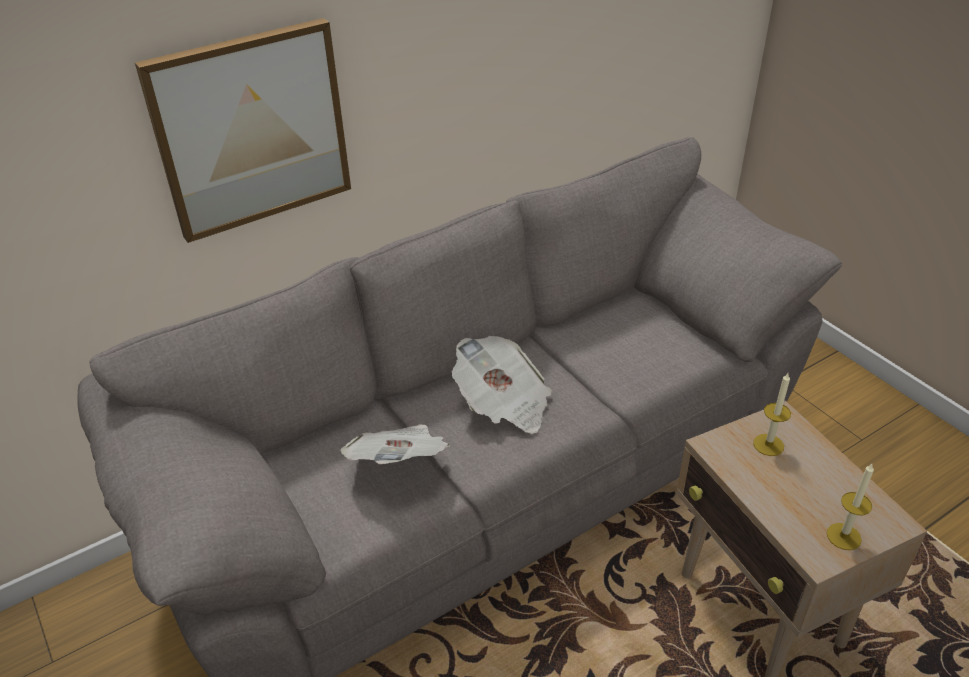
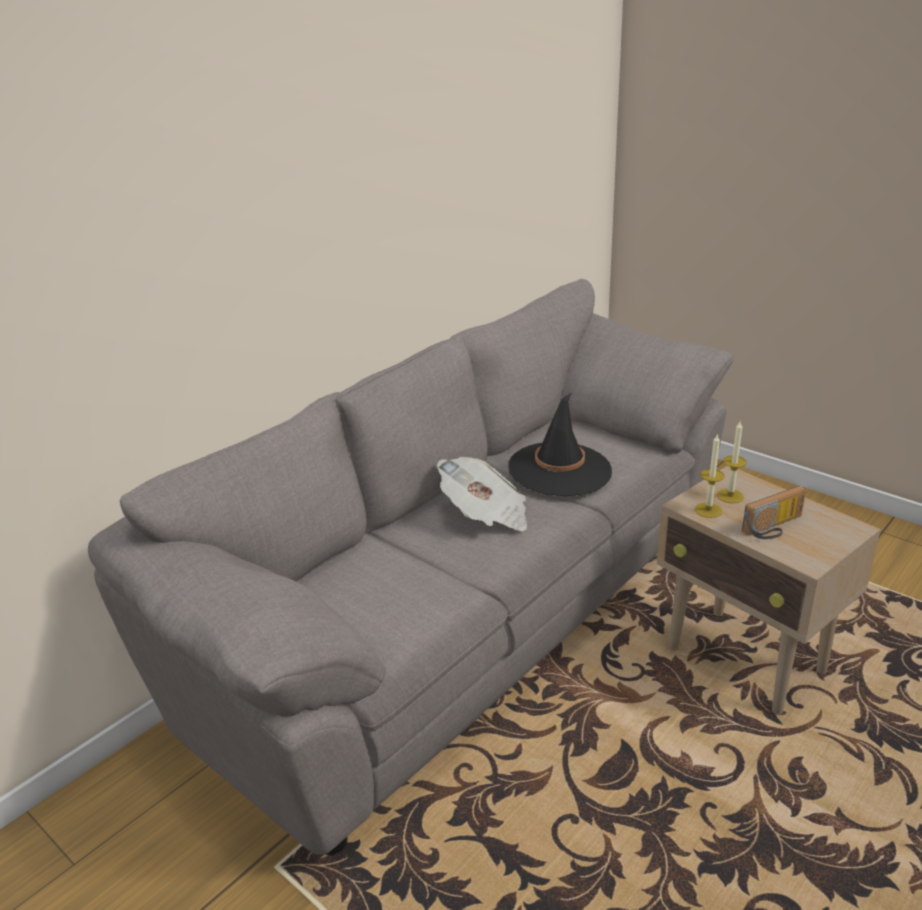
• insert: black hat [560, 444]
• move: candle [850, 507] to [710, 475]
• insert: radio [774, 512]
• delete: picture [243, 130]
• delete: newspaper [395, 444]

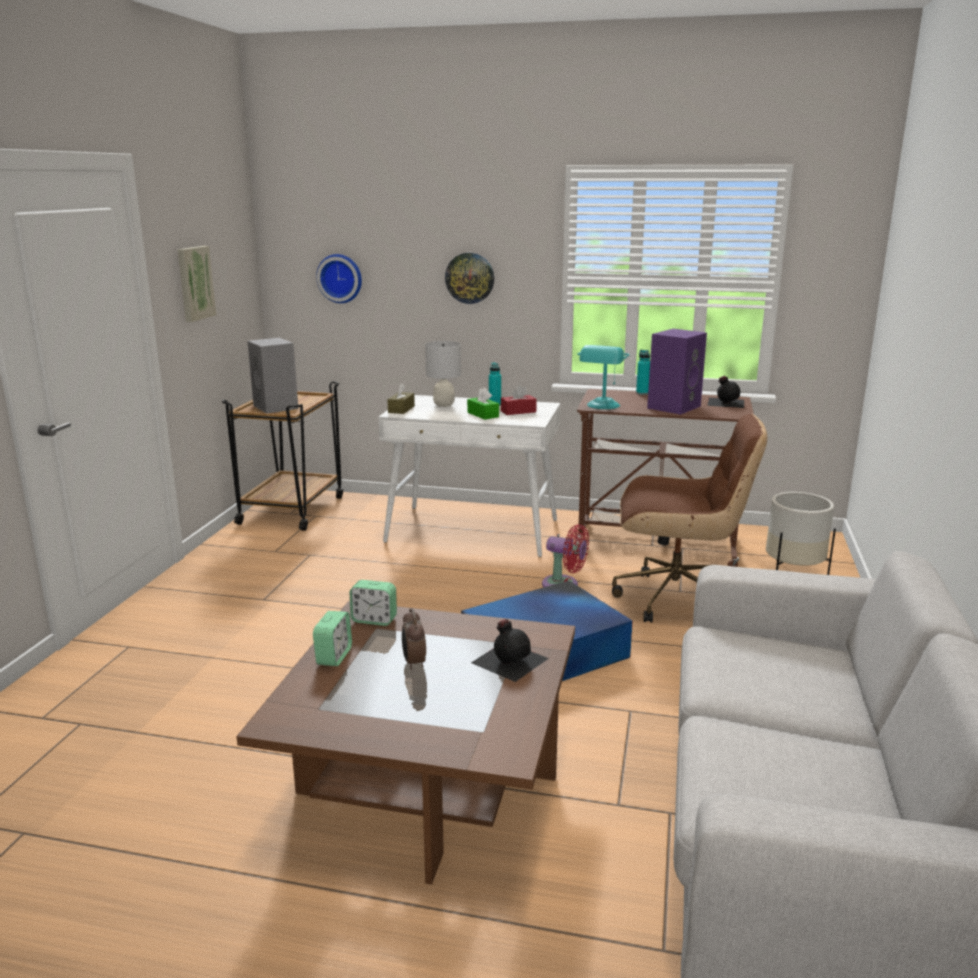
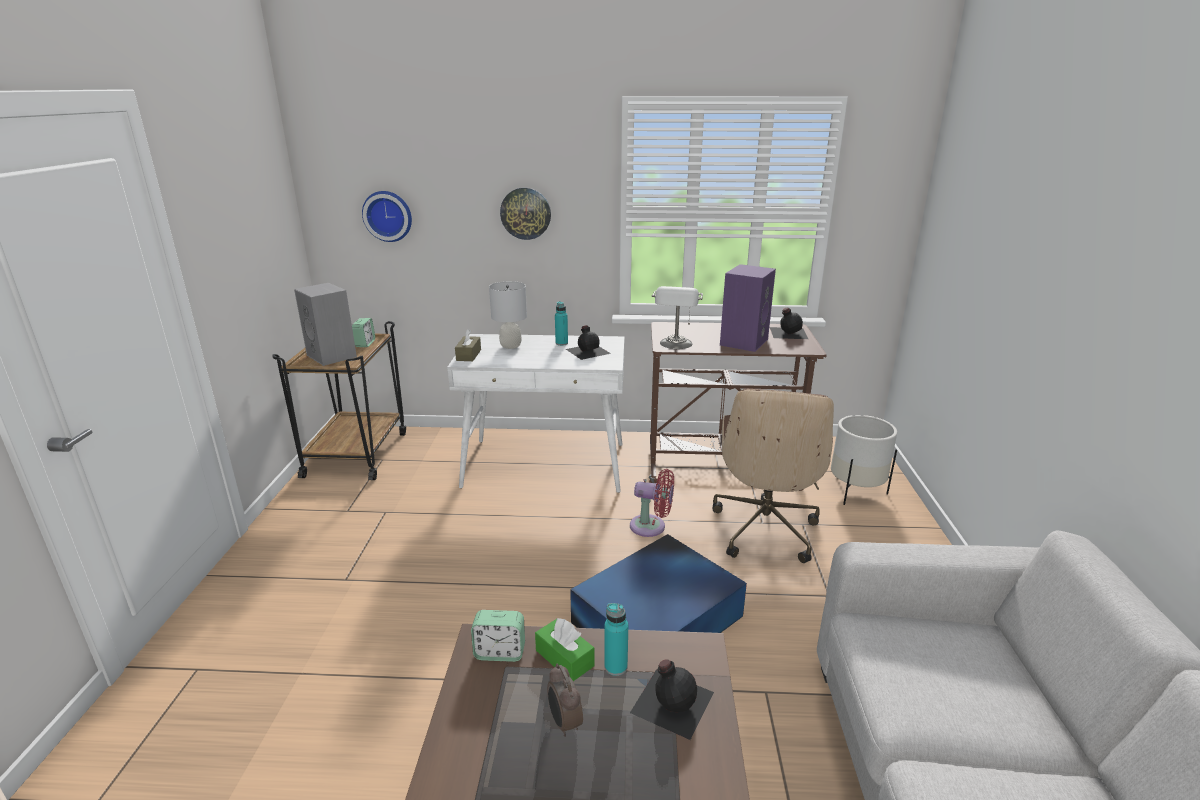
• move: alarm clock [332, 638] to [363, 332]
• move: green tissue box [483, 404] to [564, 649]
• replace: red tissue box [519, 400] to black bottle [588, 342]
• move: turquoise bottle [643, 372] to [616, 639]
• recolor: turquoise table lamp [603, 377] to white table lamp [677, 317]
• rotate: brown office chair [689, 518] = [773, 475] 105 degrees clockwise
• delete: picture [196, 284]

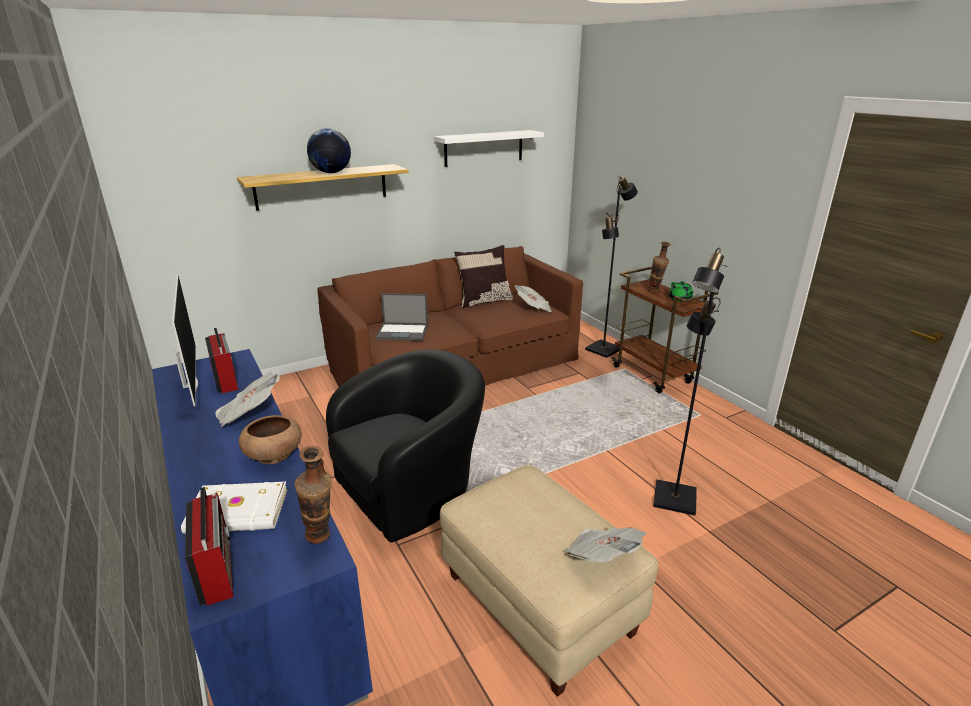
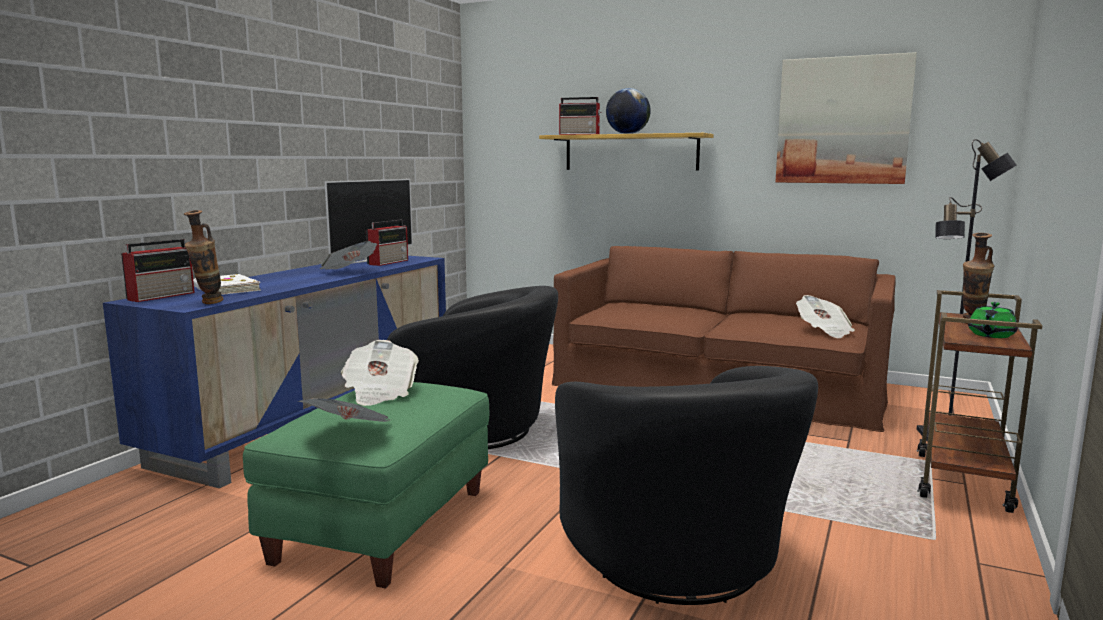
• recolor: beige ottoman [549, 581] to green ottoman [366, 485]
• insert: newspaper [380, 373]
• replace: black floor lamp [690, 381] to black armchair [686, 485]
• insert: radio [580, 116]
• replace: white shelf [489, 148] to picture [846, 118]
• delete: brown bowl [270, 439]
• delete: laptop [401, 317]
• delete: pillow [483, 276]

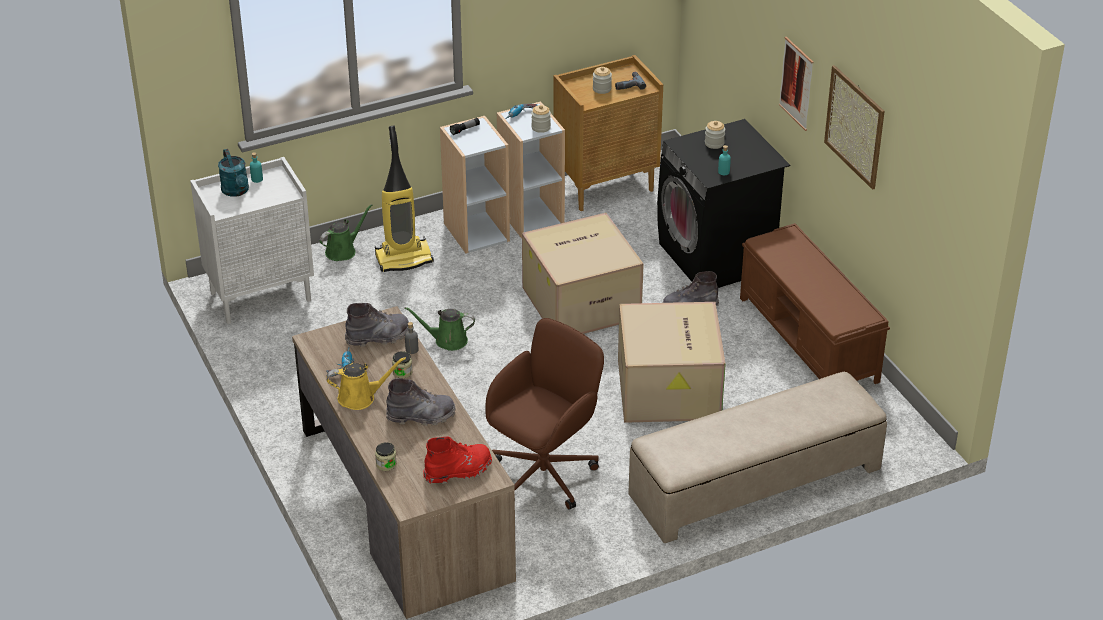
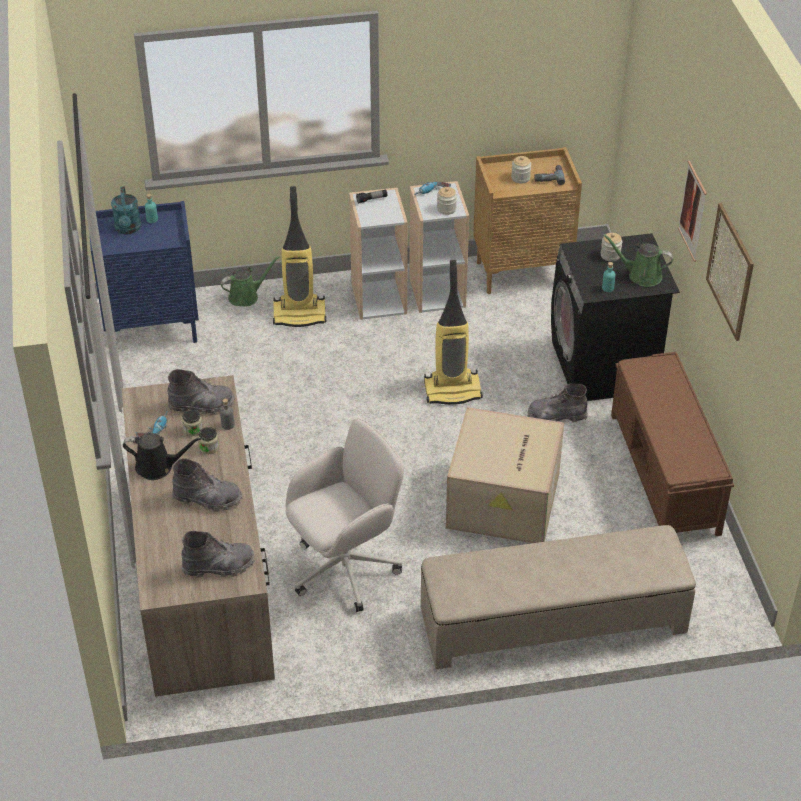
• recolor: white cabinet [252, 240] to blue cabinet [144, 272]
• recolor: yellow watering can [366, 383] to black watering can [162, 456]
• recolor: red boot [457, 460] to grey boot [218, 554]
• move: jar [386, 456] to [192, 423]
• recolor: brown office chair [545, 414] to white office chair [345, 515]
• replace: cardboard box [583, 273] to vacuum cleaner [453, 332]
• move: green watering can [439, 329] to [638, 260]

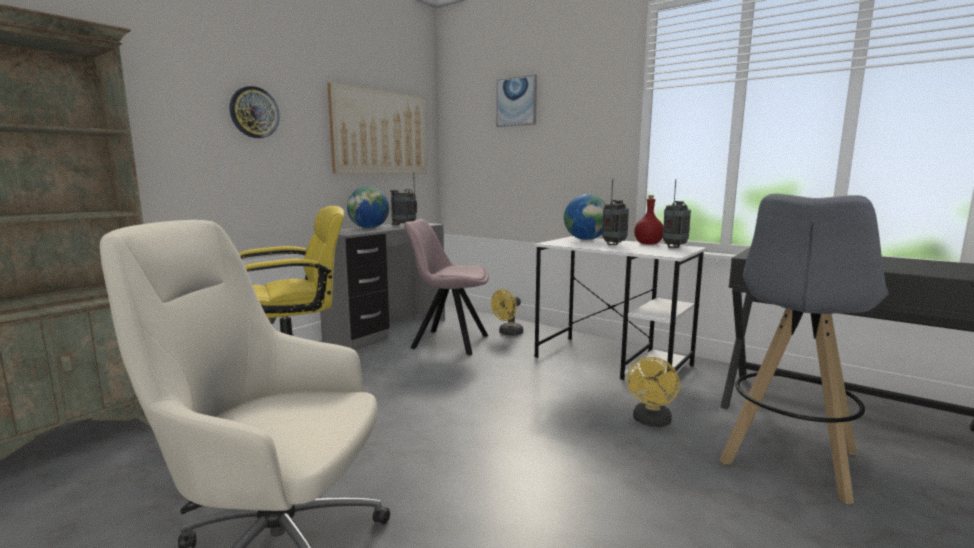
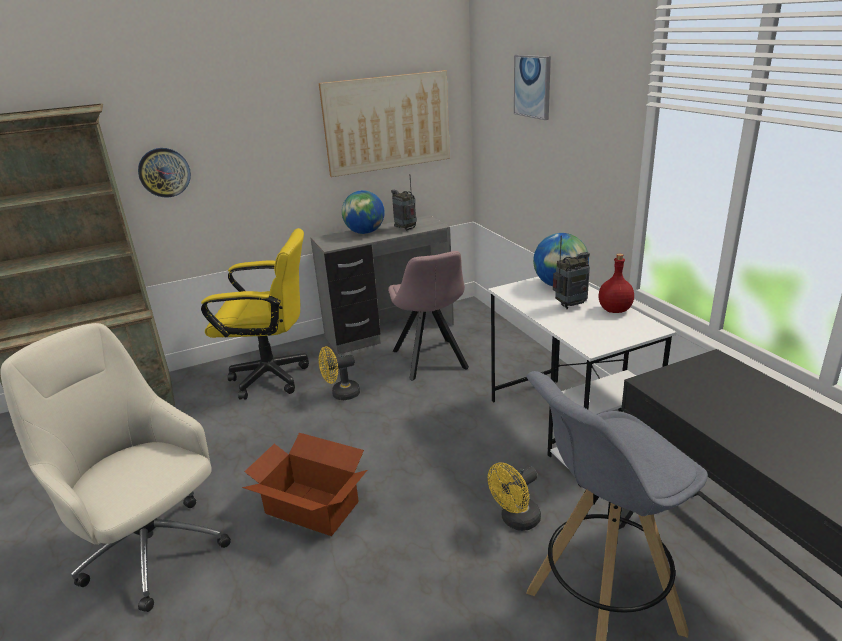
• move: wall clock [255, 112] to [164, 173]
• insert: cardboard box [304, 484]
• move: yellow fan [507, 312] to [339, 373]
• rotate: pink chair [446, 287] = [428, 316] 150 degrees counterclockwise
• delete: radio [677, 213]

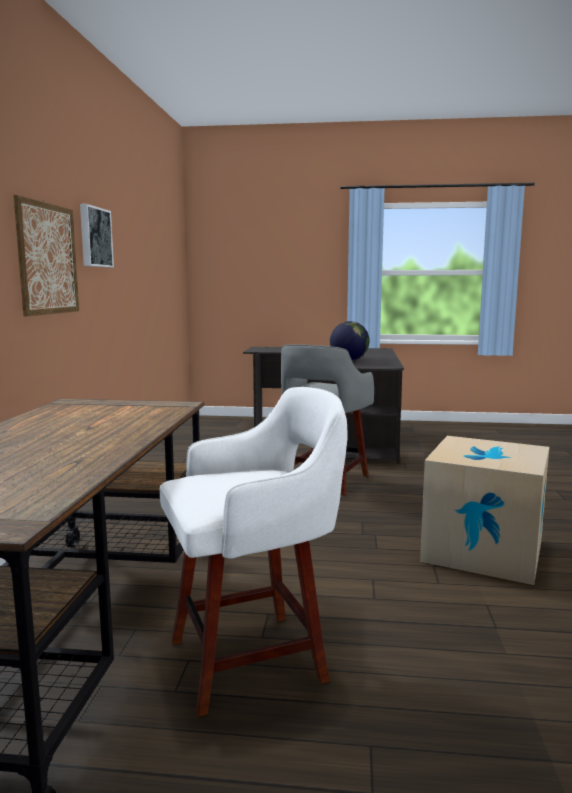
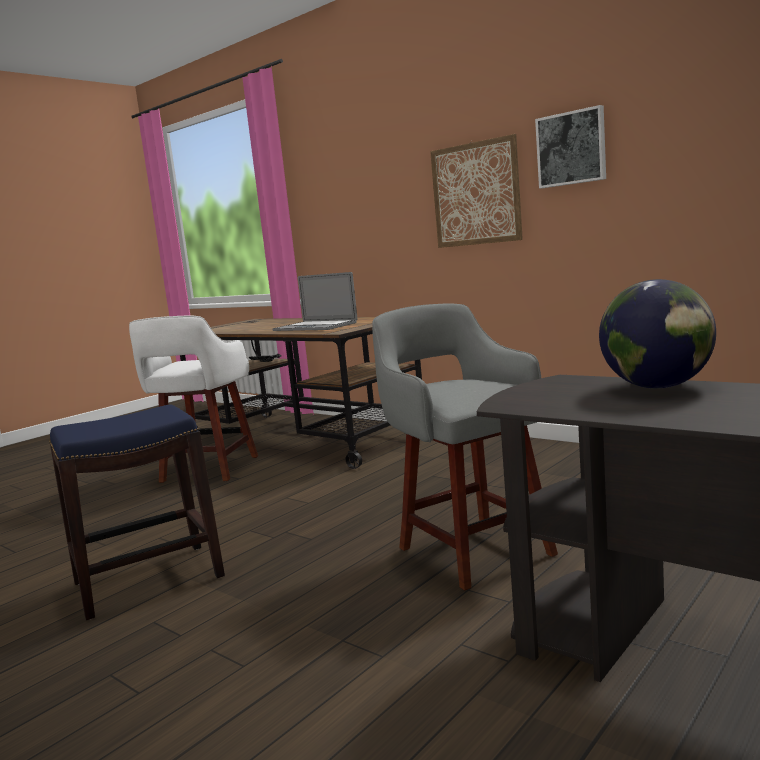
• replace: cardboard box [484, 510] to stool [137, 512]
• insert: laptop [315, 301]

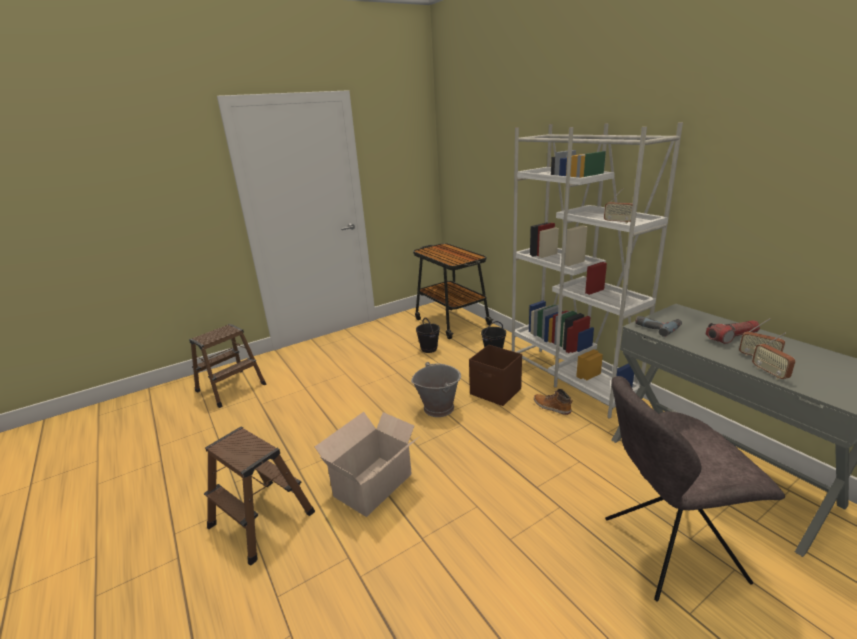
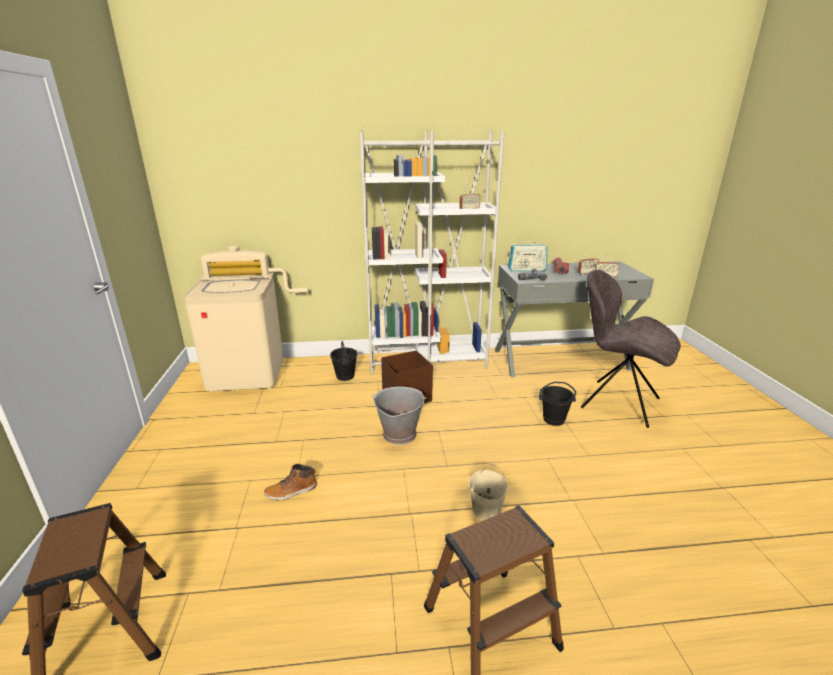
• replace: cart [453, 291] to beige washing machine [246, 319]
• move: boot [553, 402] to [290, 482]
• replace: cardboard box [367, 464] to beige bucket [488, 492]
• insert: radio [528, 255]
• move: black bucket [428, 335] to [557, 404]
• rotate: grey chair [695, 488] = [631, 349] 105 degrees clockwise

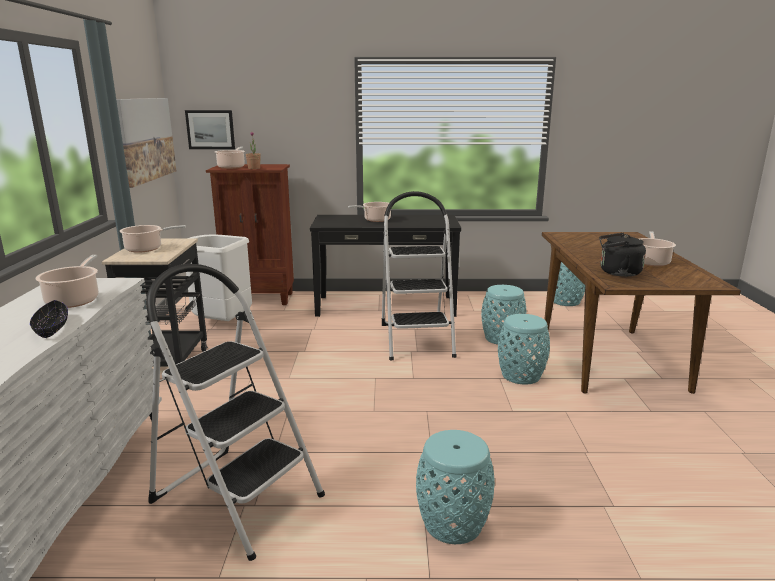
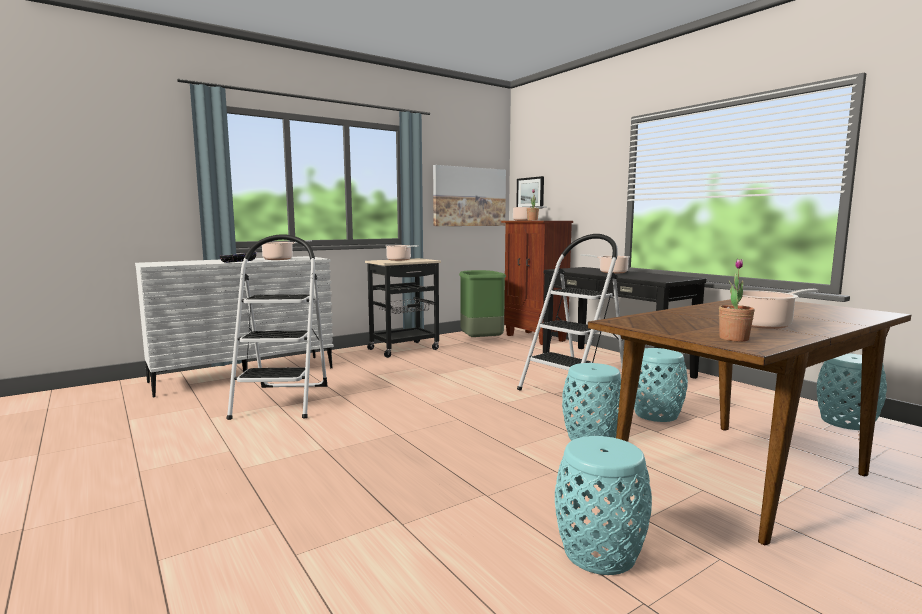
• recolor: white trash can [219, 277] to green trash can [482, 303]
• move: turquoise stool [455, 487] to [603, 505]
• insert: potted plant [737, 300]
• delete: black kettle [622, 255]

